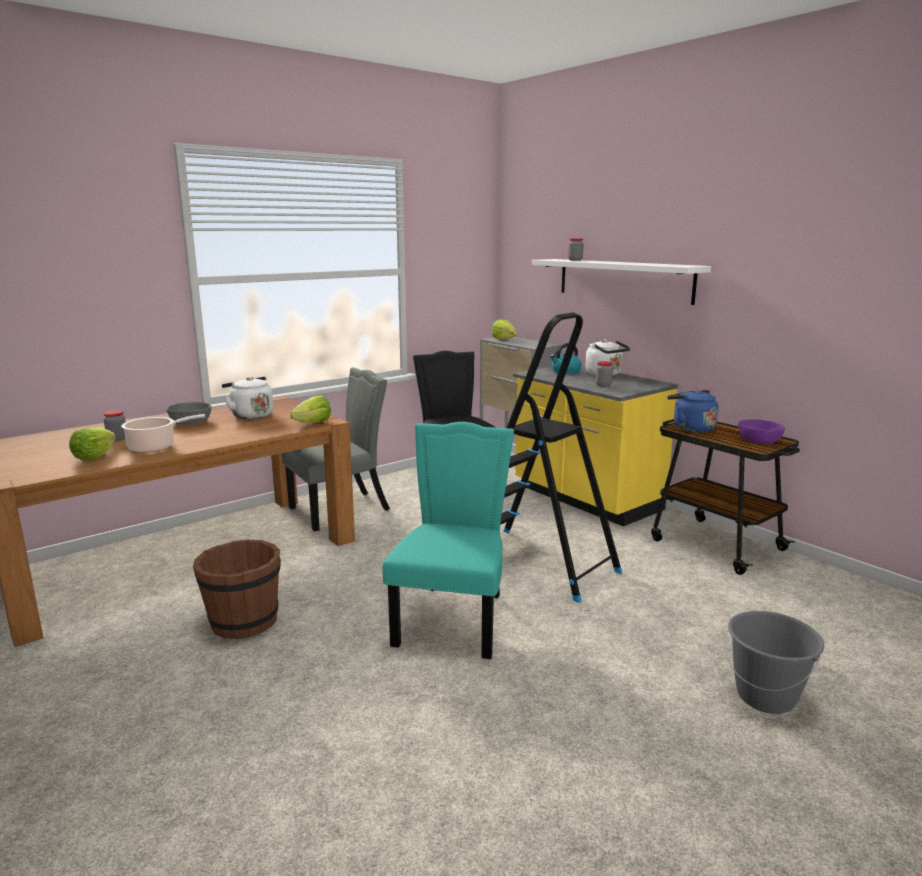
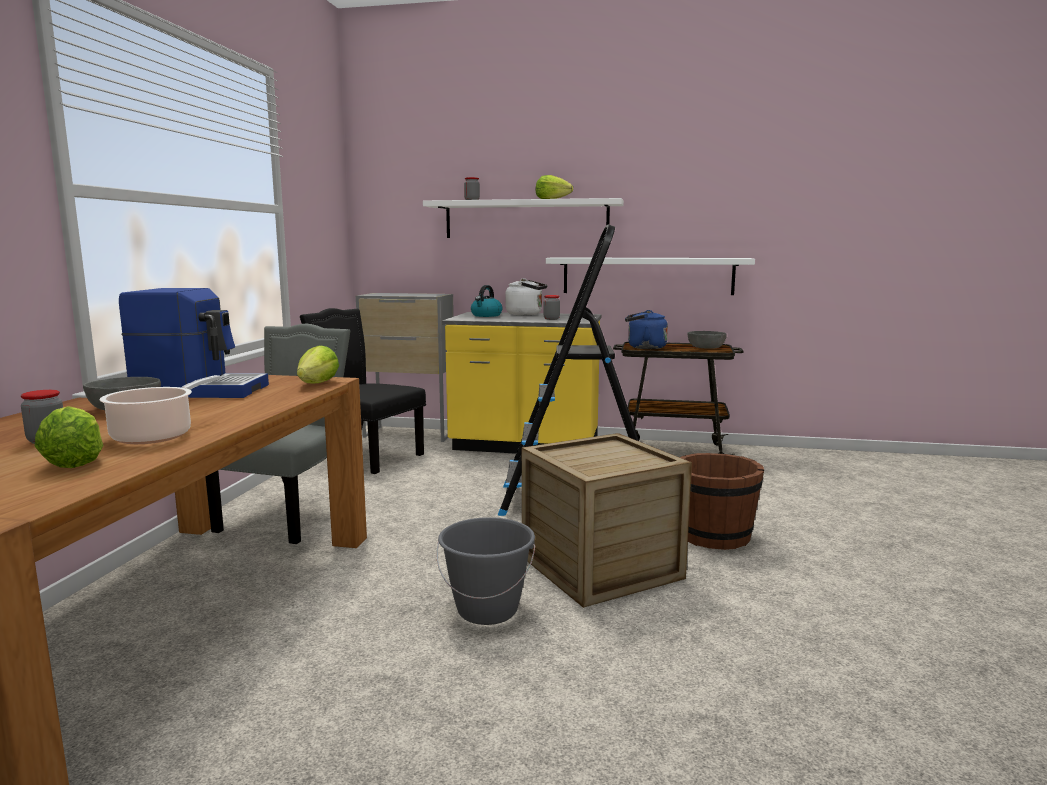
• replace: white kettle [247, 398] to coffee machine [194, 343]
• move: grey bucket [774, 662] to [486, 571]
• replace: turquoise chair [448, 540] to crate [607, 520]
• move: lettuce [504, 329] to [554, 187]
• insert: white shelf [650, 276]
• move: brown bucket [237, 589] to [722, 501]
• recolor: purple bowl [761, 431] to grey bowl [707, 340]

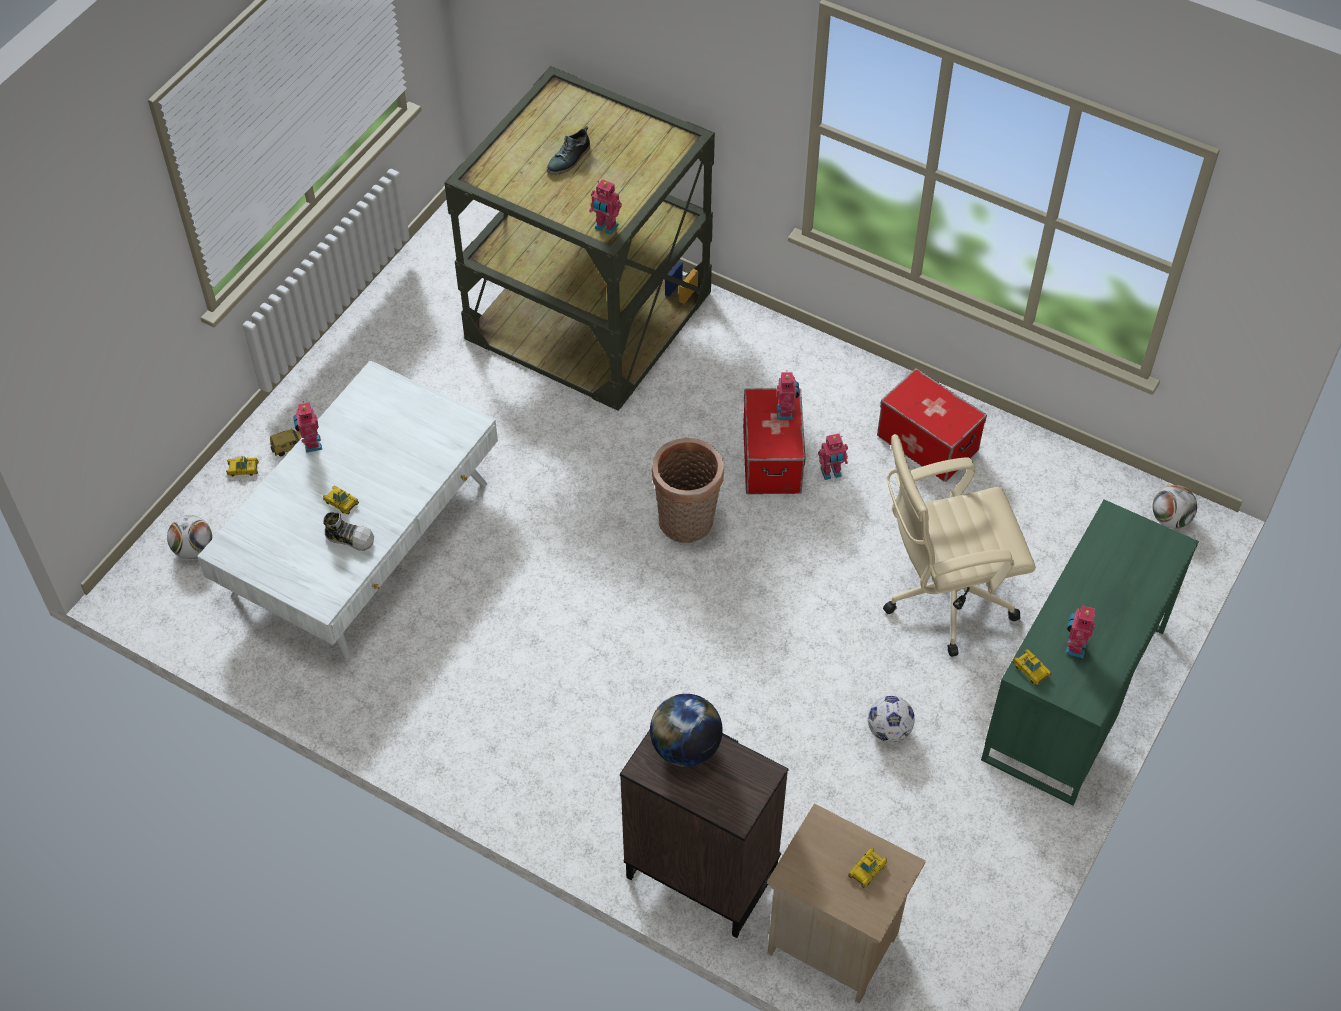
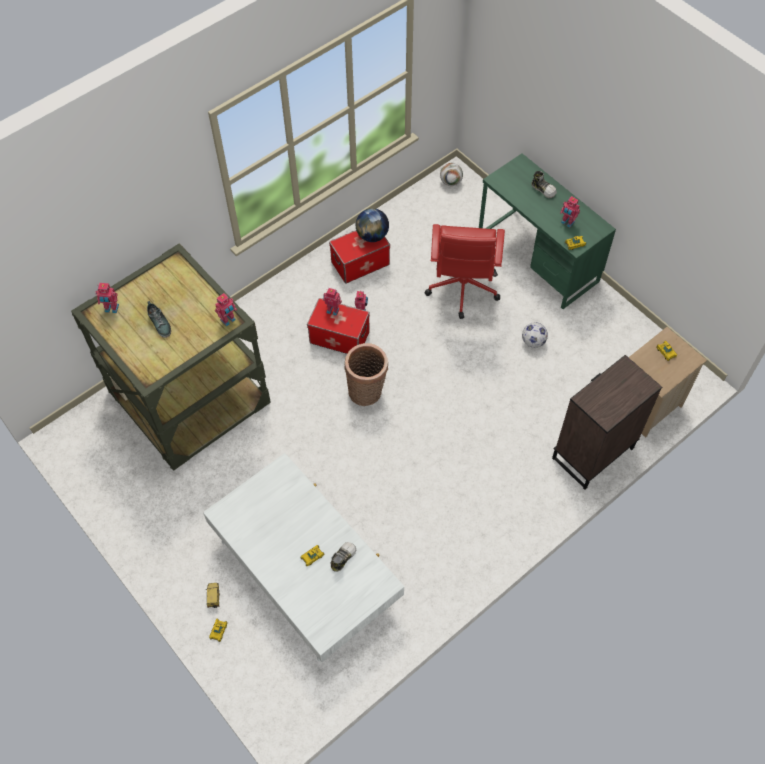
• move: toy robot [307, 427] to [107, 298]
• move: globe [686, 730] to [372, 225]
• recolor: beige office chair [959, 545] to red office chair [465, 271]
• insert: shoe [544, 184]
• delete: football [189, 537]

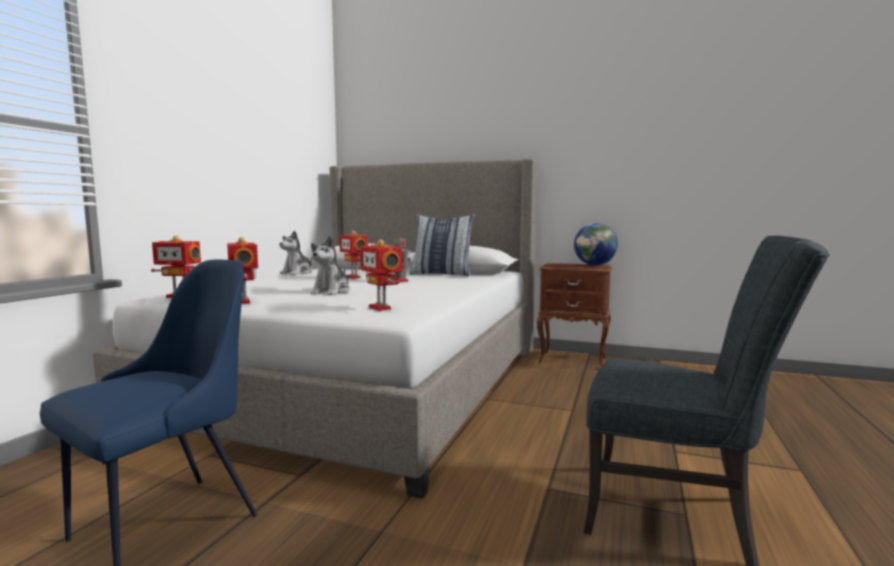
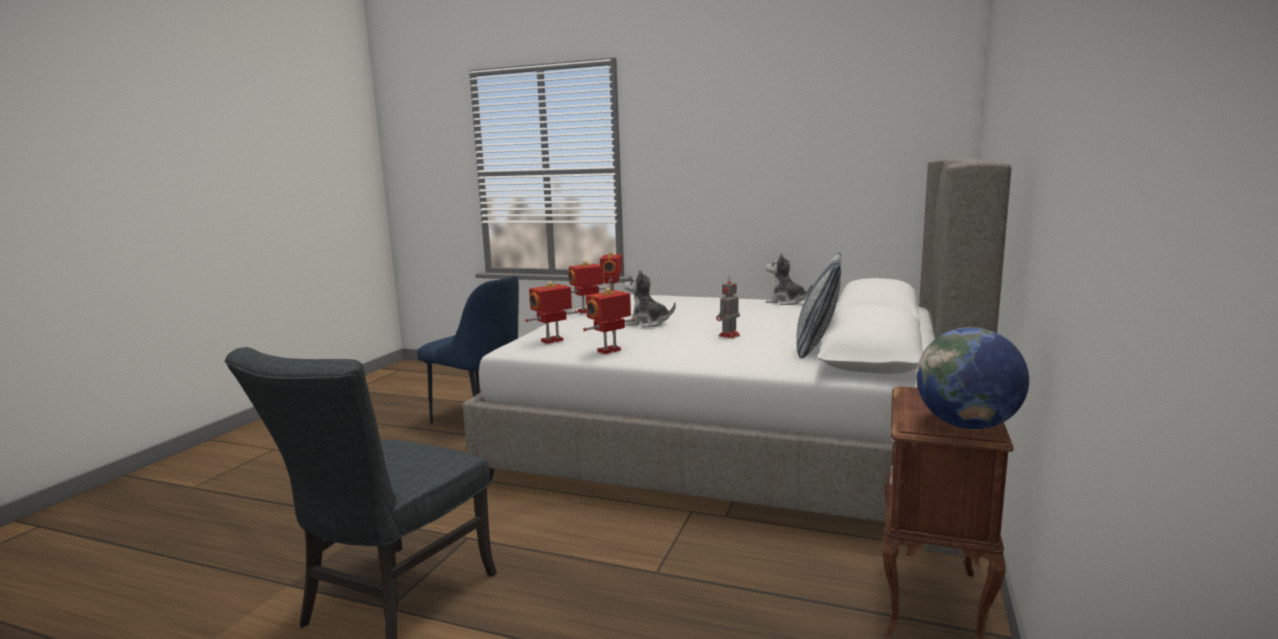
• move: toy robot [353, 255] to [609, 321]

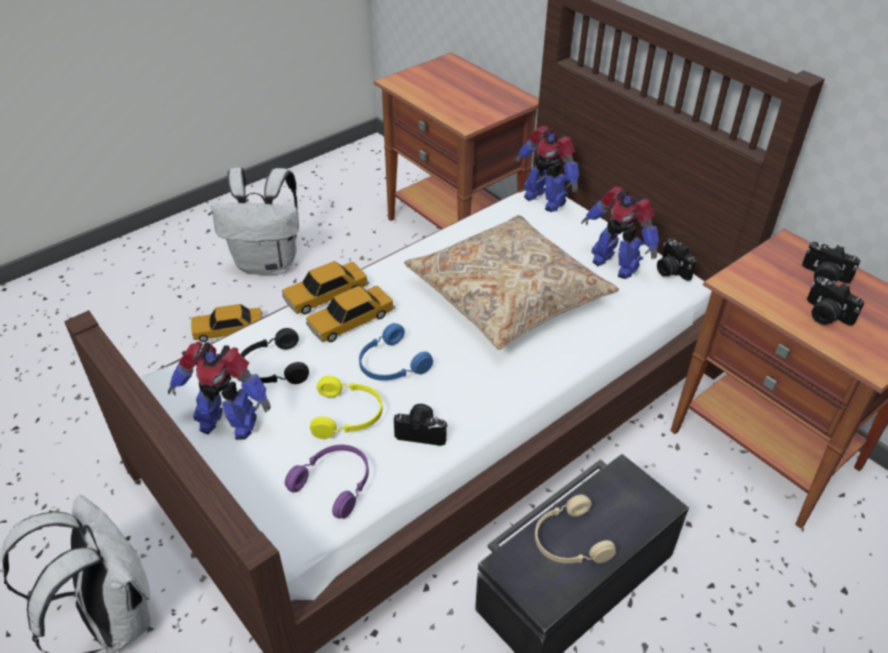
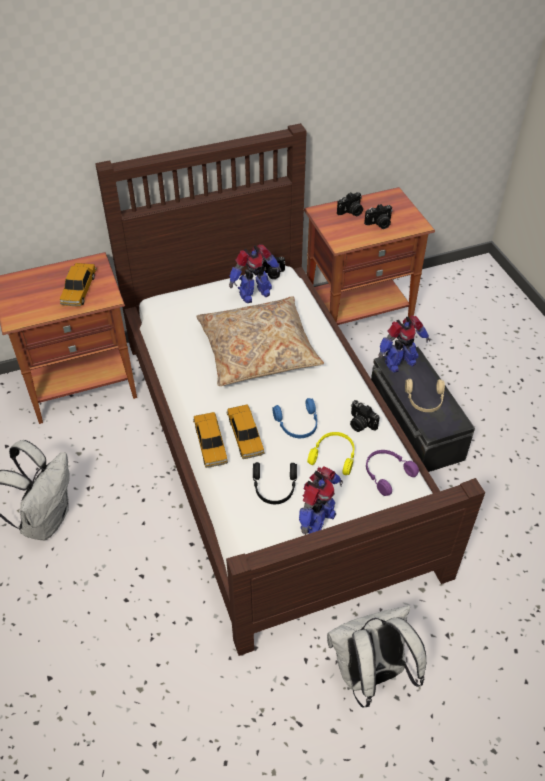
• move: toy car [227, 323] to [78, 285]
• rotate: photo camera [421, 425] = [365, 416] 75 degrees counterclockwise
• move: toy robot [546, 169] to [404, 344]

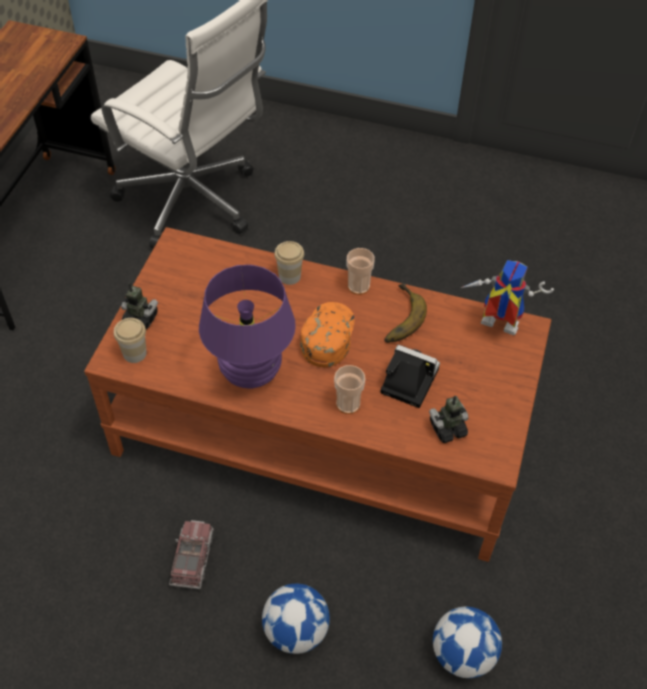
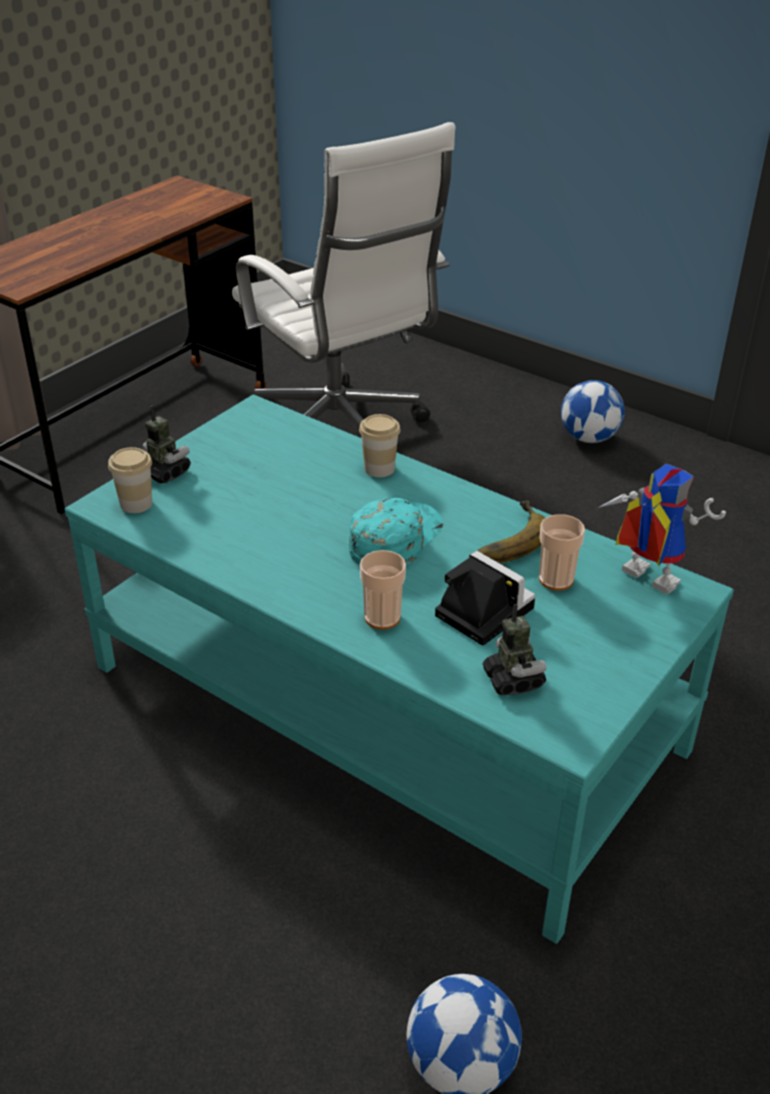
• recolor: brown coffee table [317, 394] to turquoise coffee table [399, 669]
• recolor: orange cap [327, 334] to turquoise cap [396, 531]
• rotate: toy robot [448, 419] = [514, 649] 75 degrees clockwise
• move: cup [361, 271] to [562, 552]
• move: football [296, 619] to [593, 411]
• delete: toy truck [191, 554]
• delete: purple table lamp [247, 327]

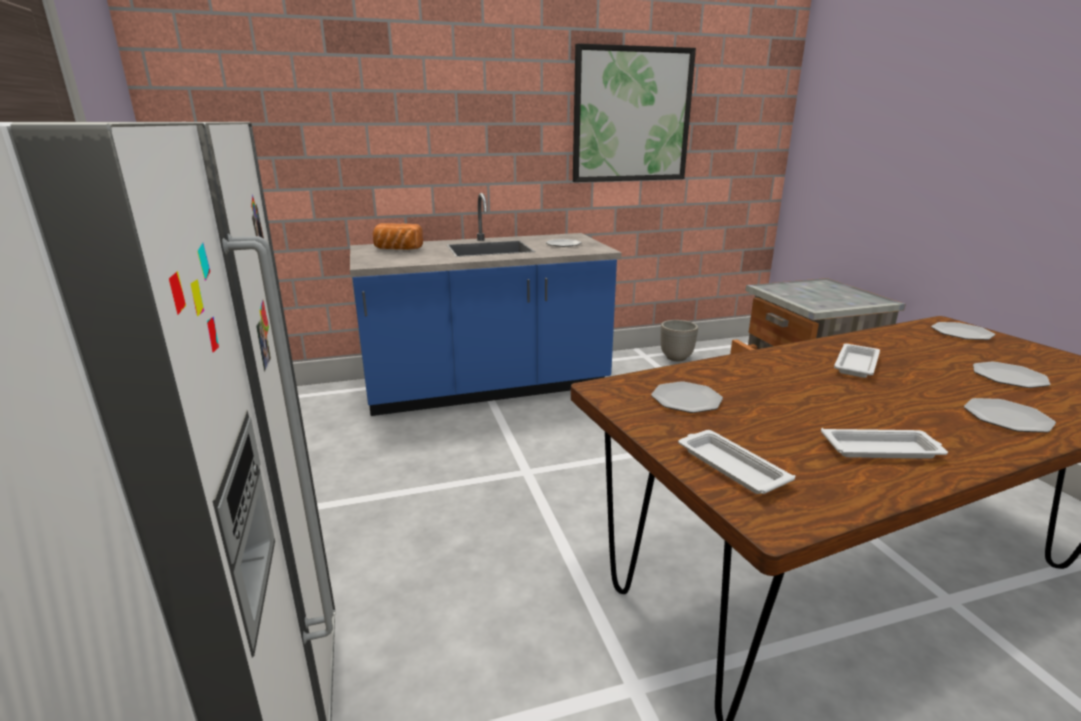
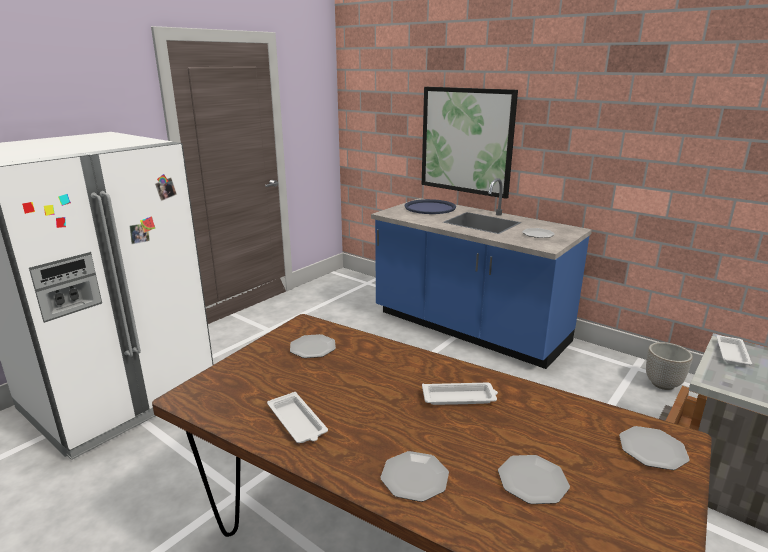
• replace: bread [398, 236] to blue tray [430, 206]
• move: picture [634, 112] to [470, 143]
• move: white tray [736, 462] to [734, 350]

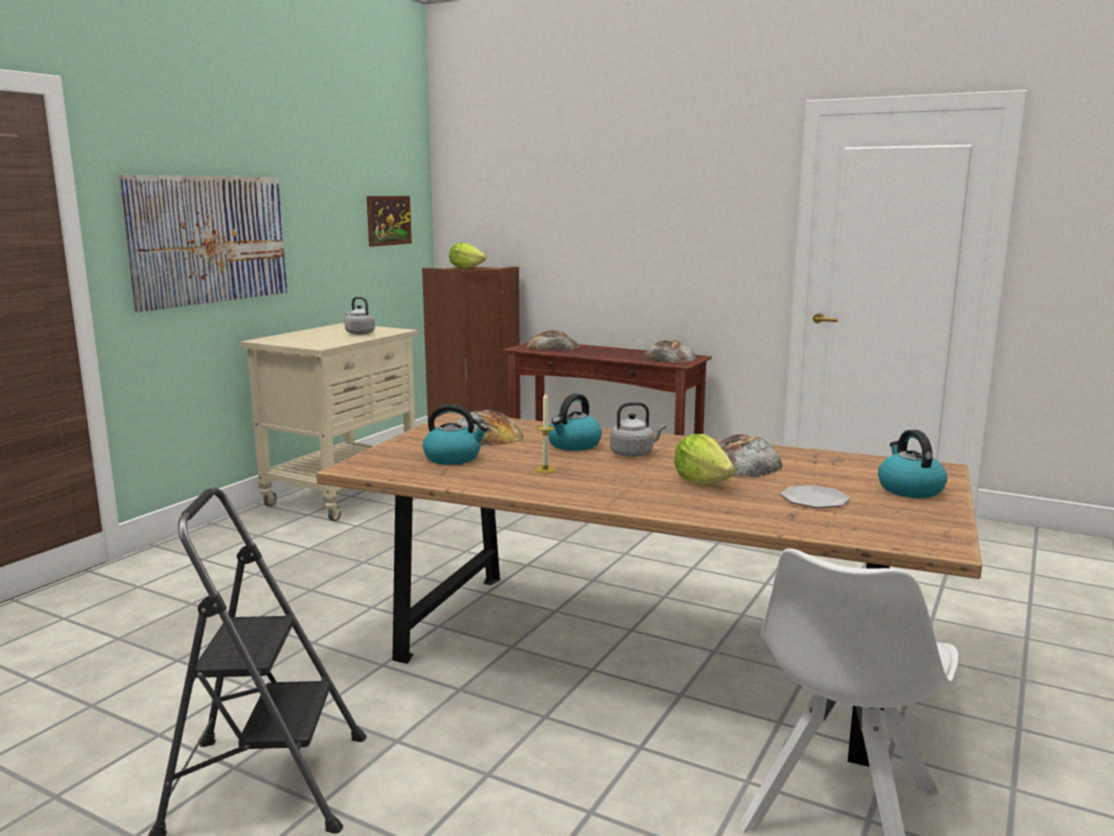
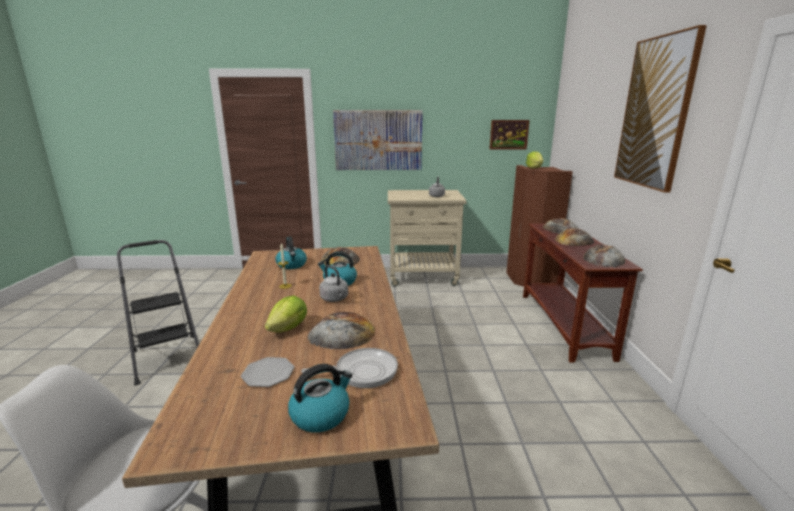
• insert: frying pan [349, 368]
• insert: bread [574, 237]
• insert: picture [660, 109]

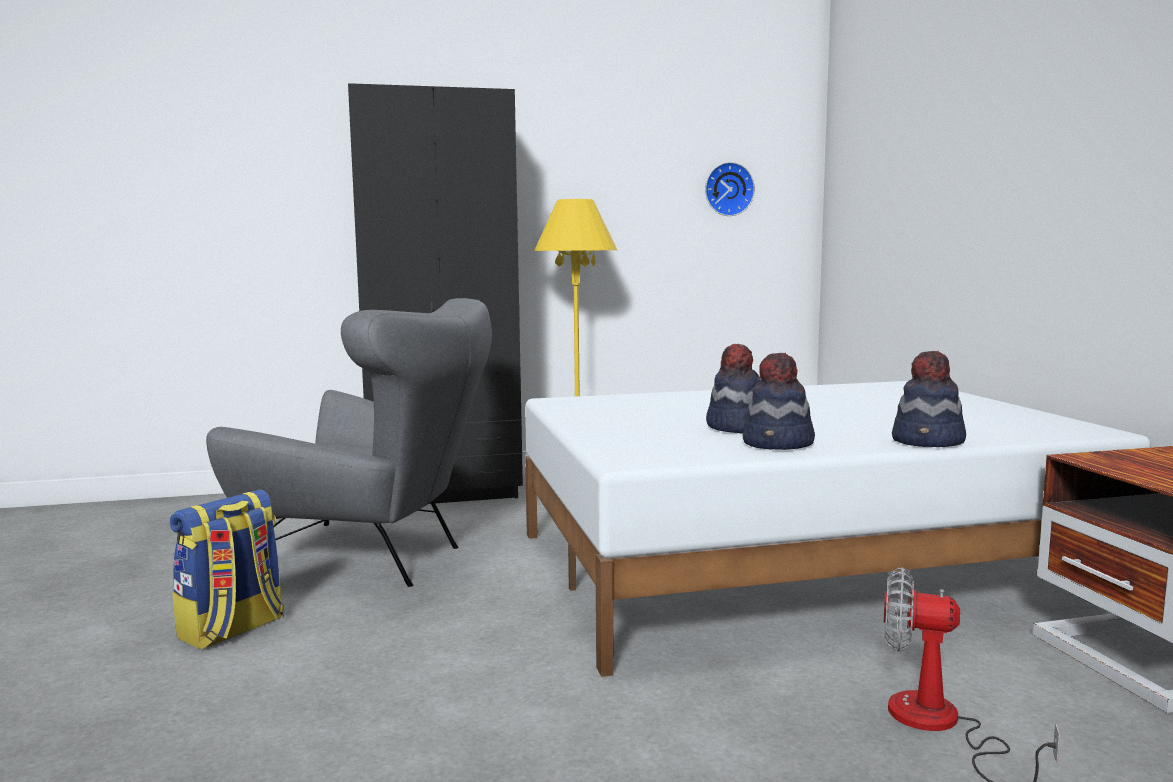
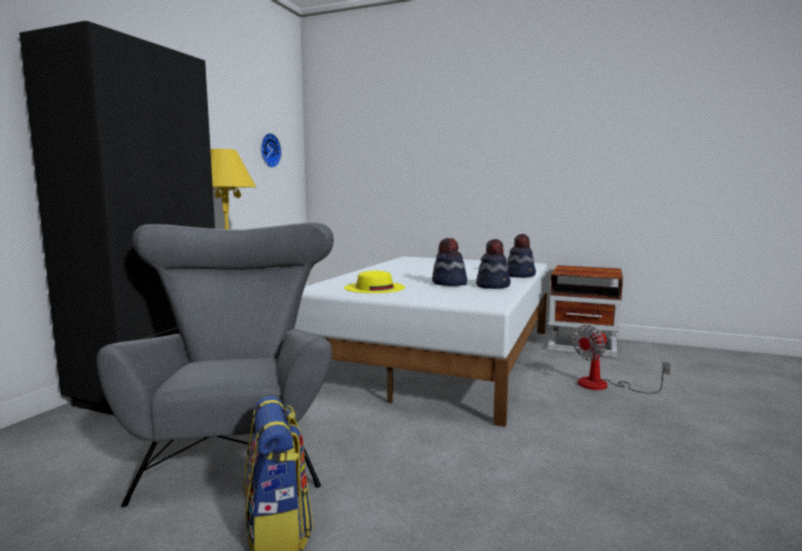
• rotate: grey armchair [349, 442] = [215, 365] 60 degrees counterclockwise
• insert: yellow hat [374, 282]

